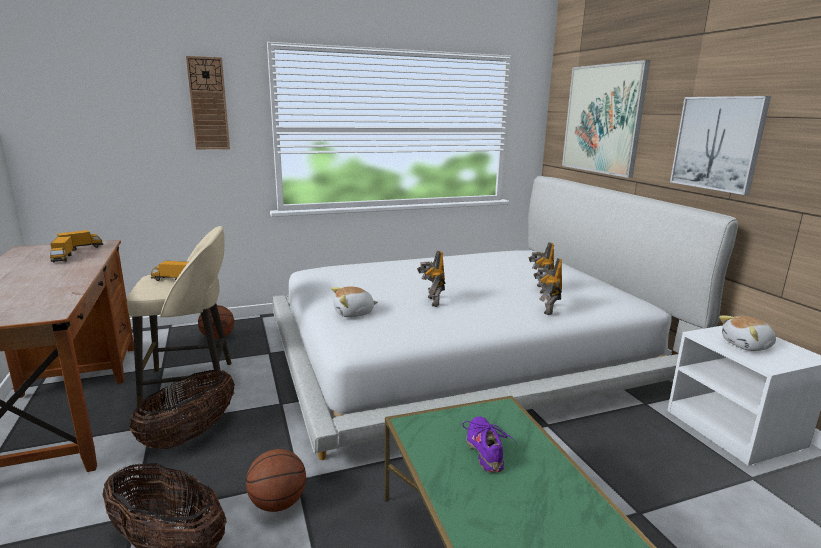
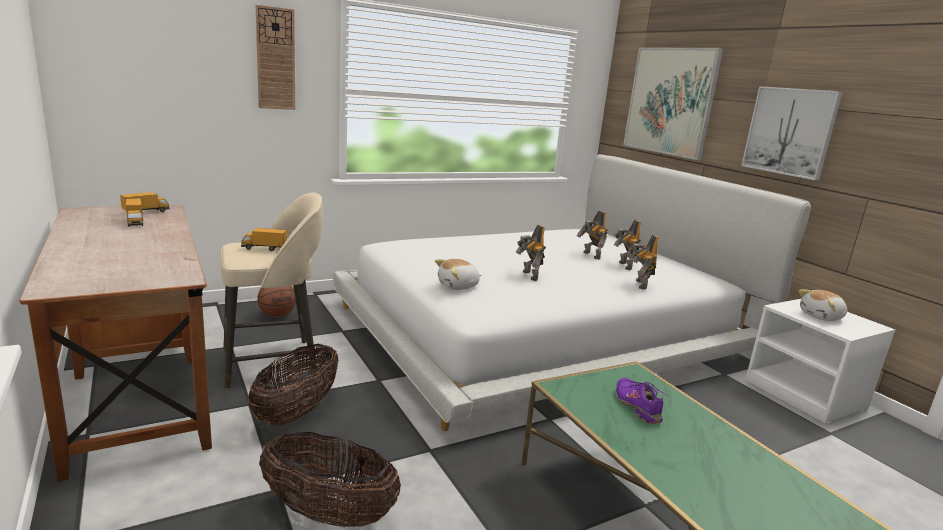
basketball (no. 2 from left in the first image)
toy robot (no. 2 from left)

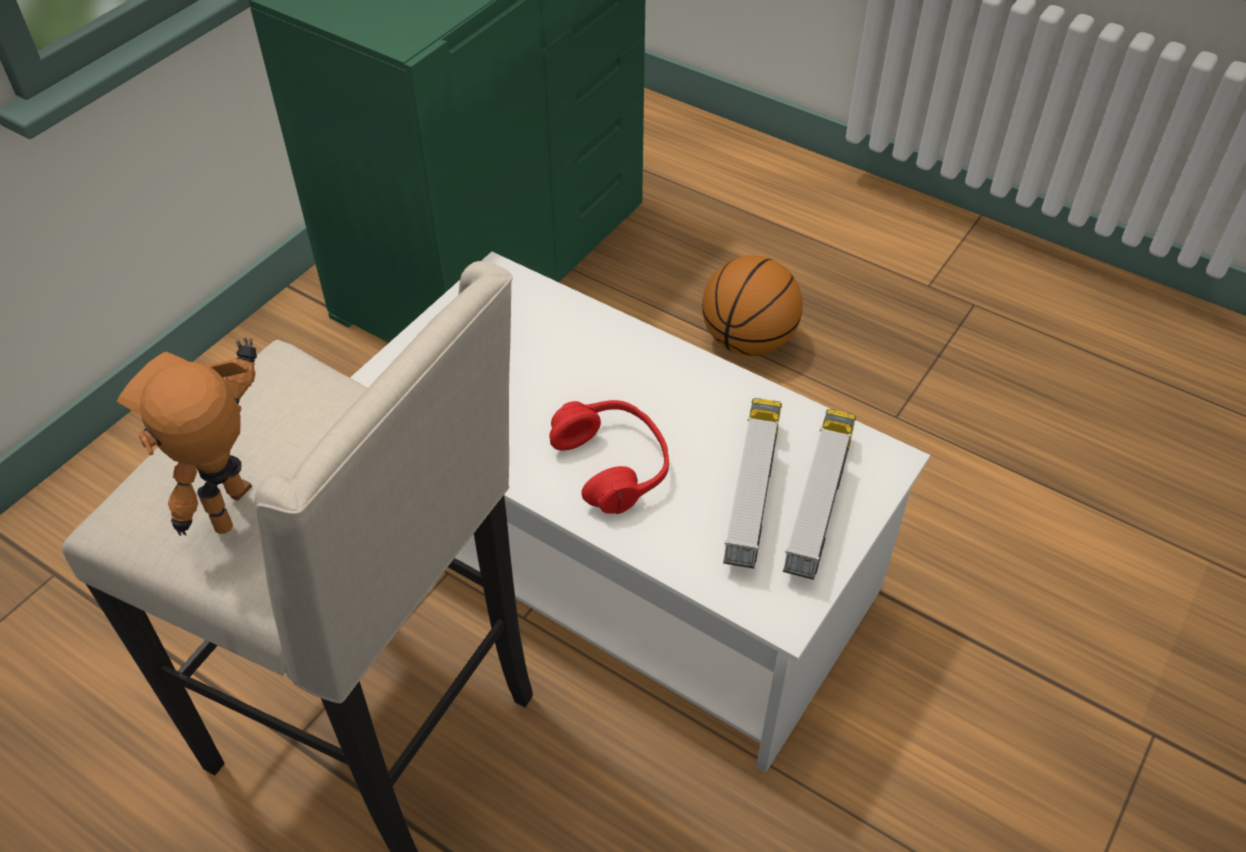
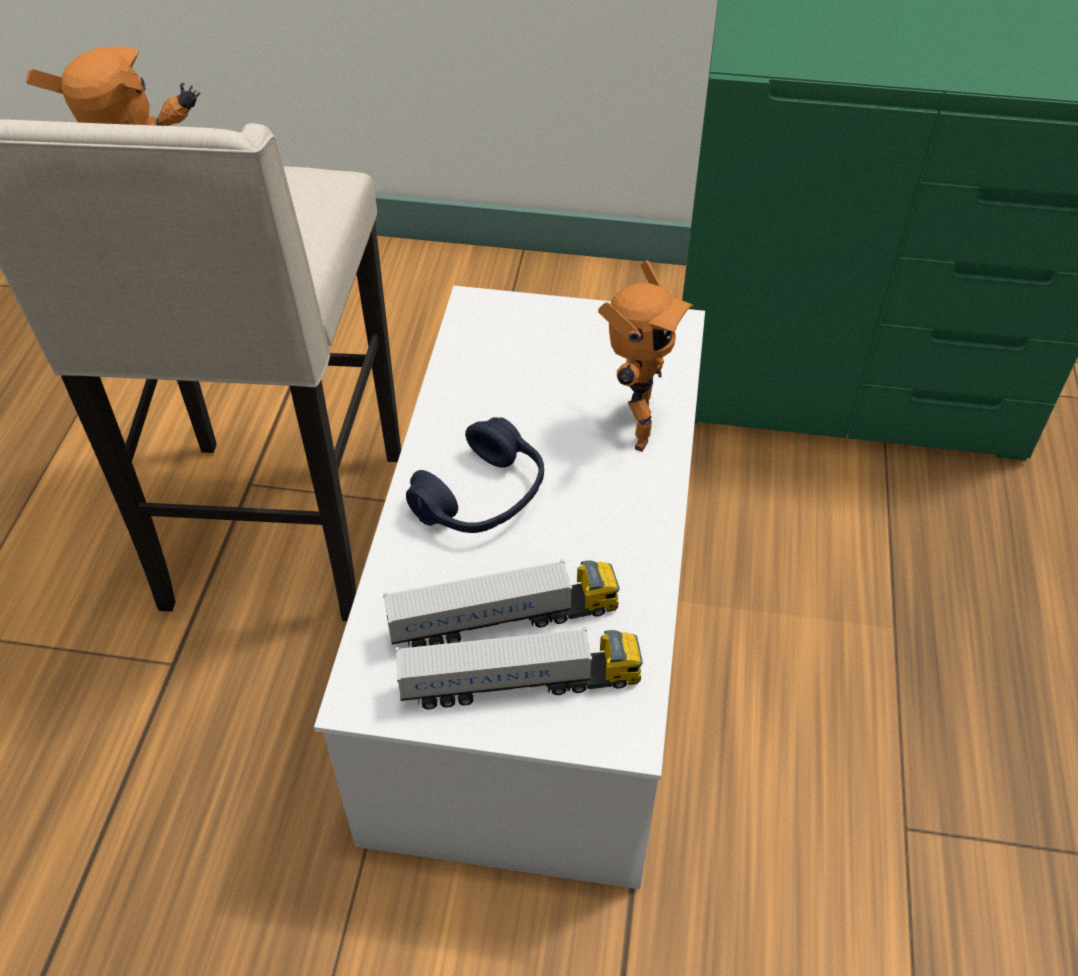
blue headphones
basketball
toy robot (no. 2 from left)

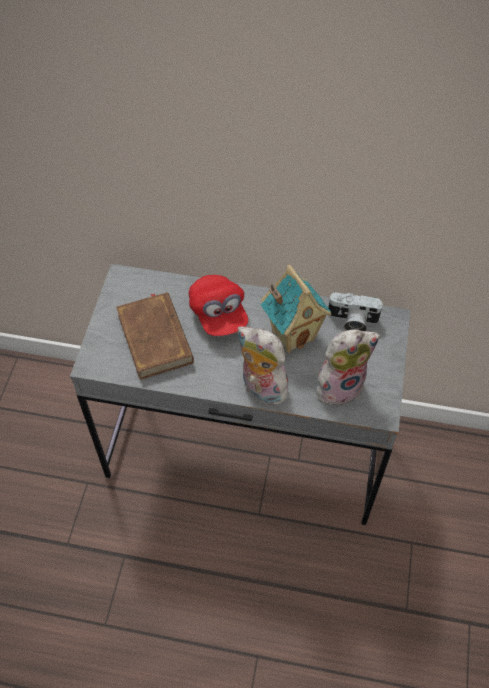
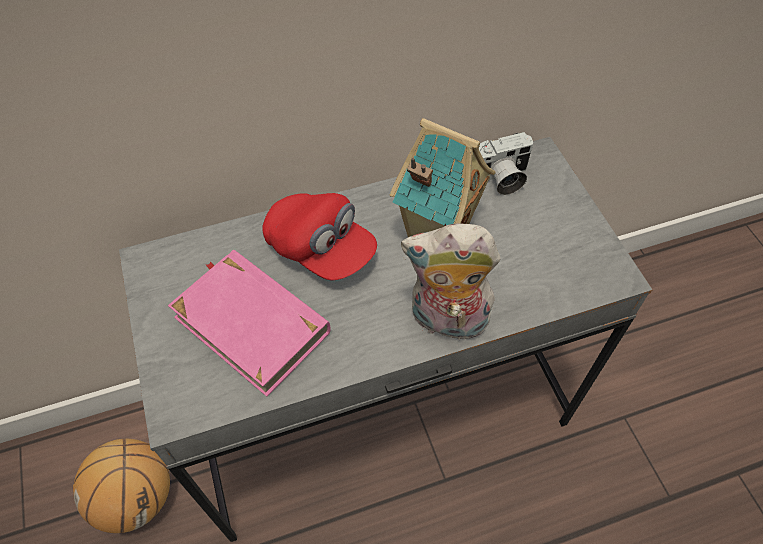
pink book
plush toy (no. 2 from left in the first image)
basketball

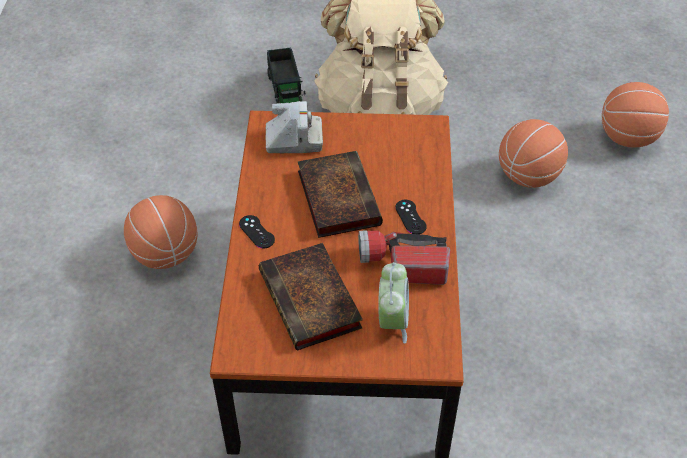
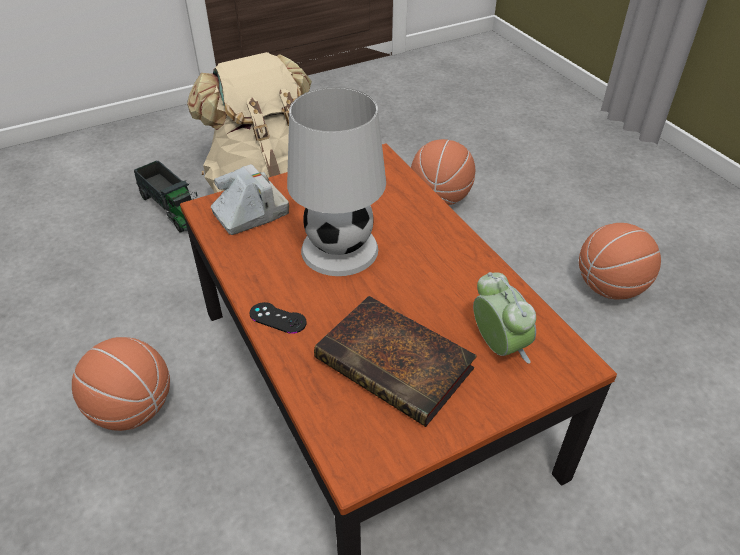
white table lamp
flashlight
black game controller (no. 2 from left in the first image)
basketball (no. 3 from left)

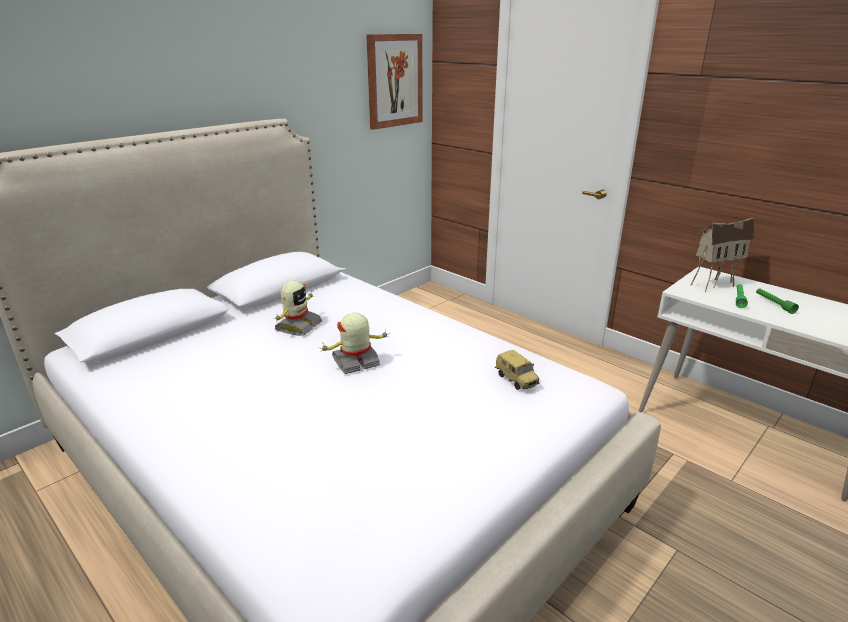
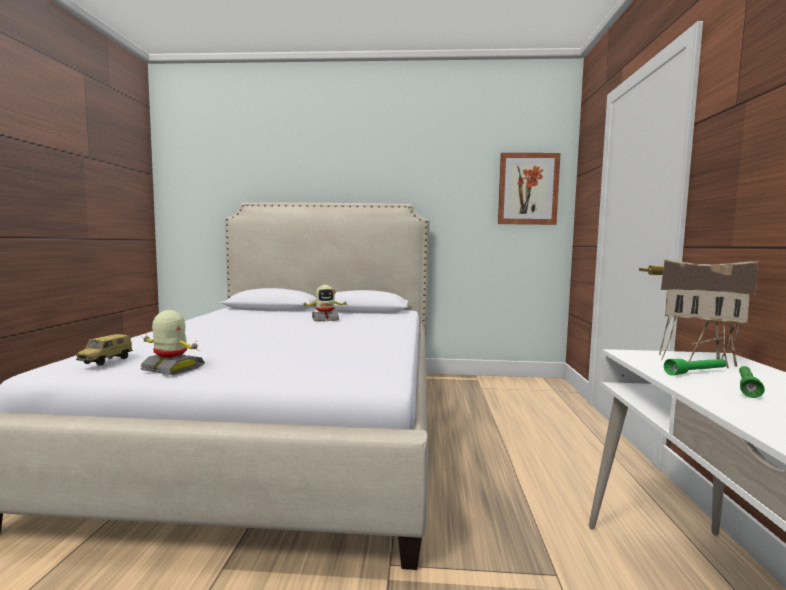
toy robot (no. 1 from left)
toy car

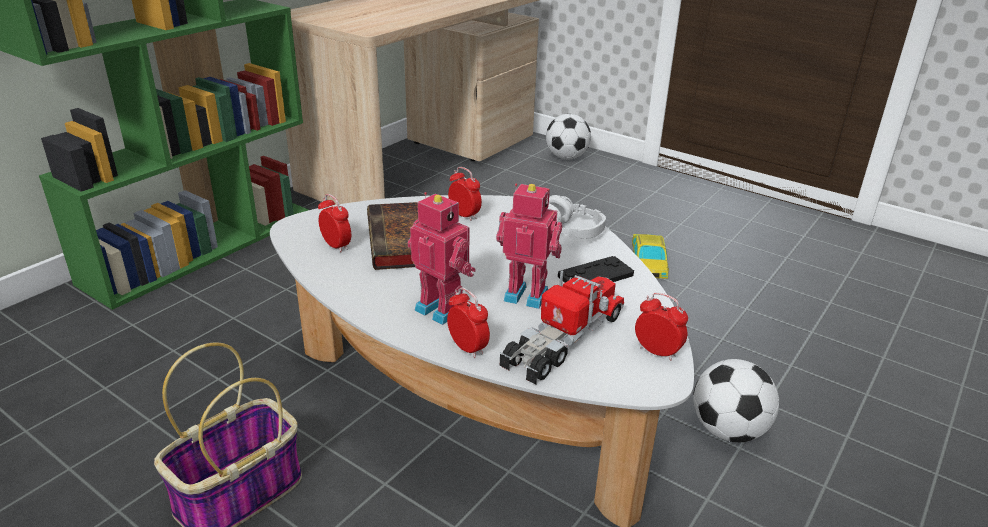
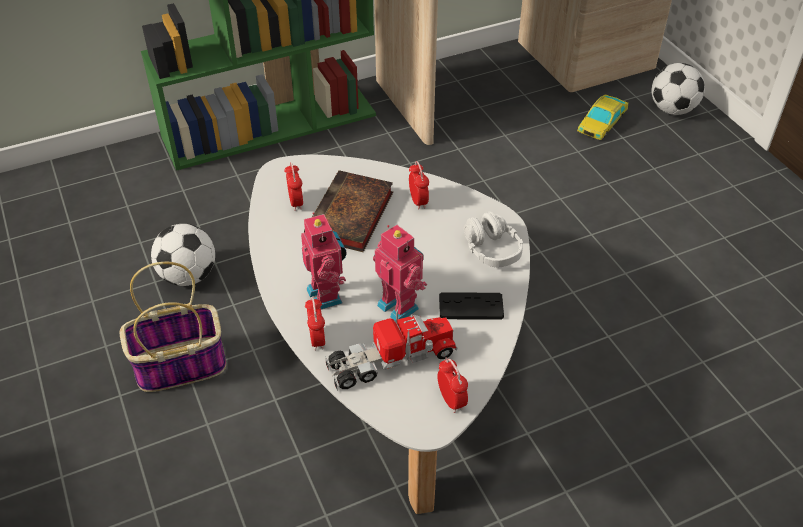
toy car
football (no. 1 from left)

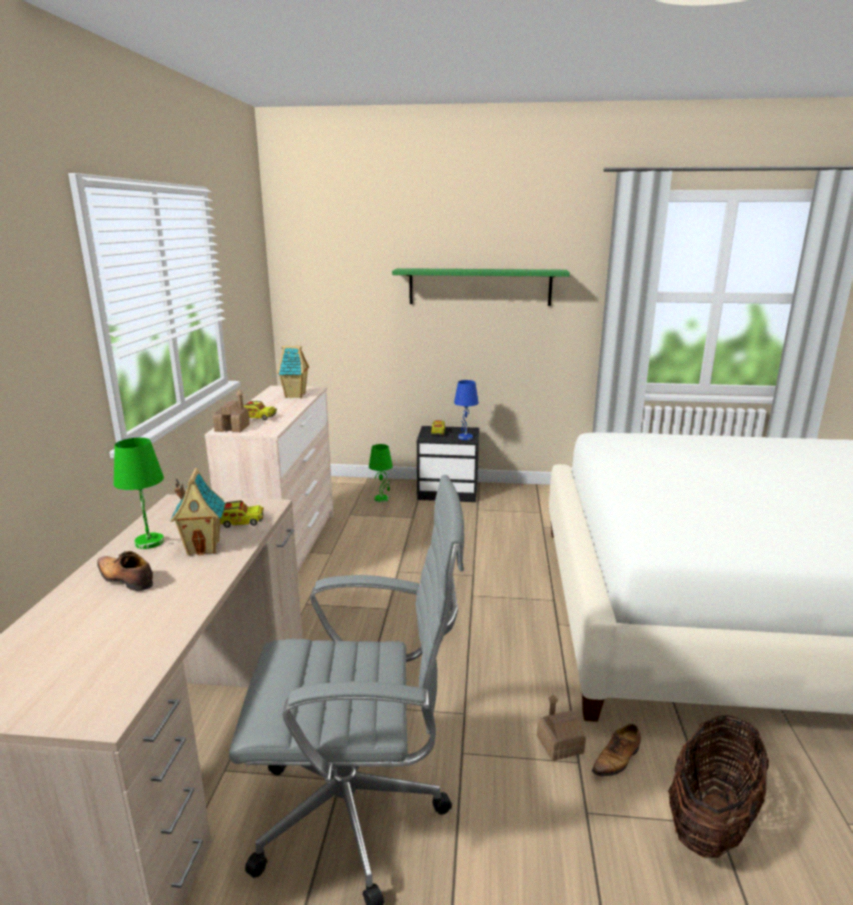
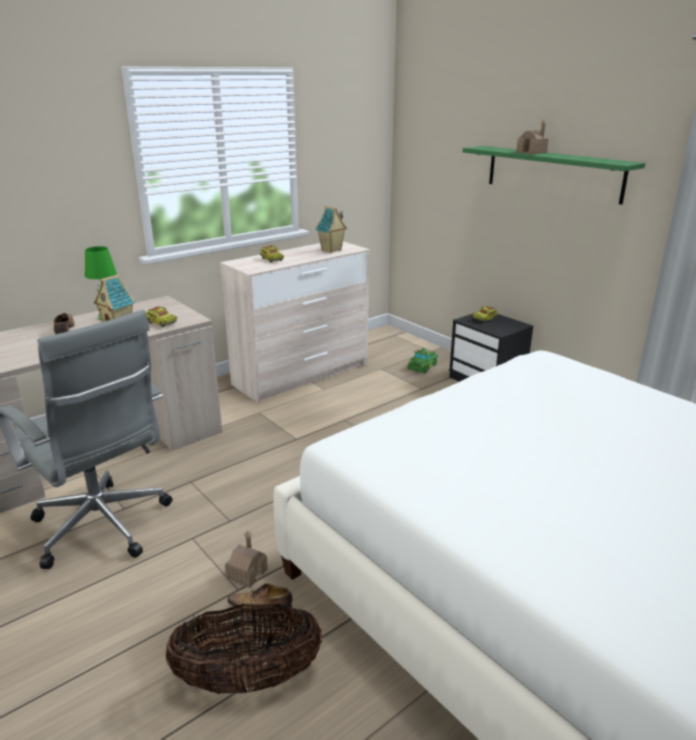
toy house (no. 4 from left)
green toy car
blue table lamp

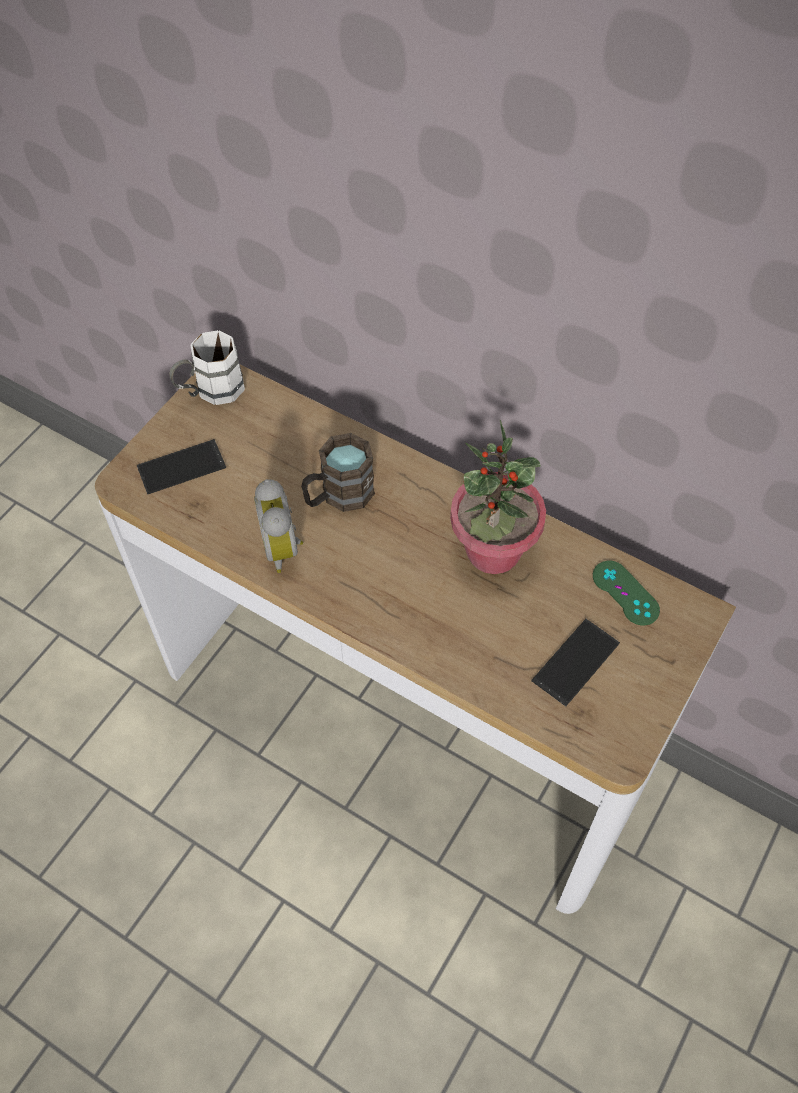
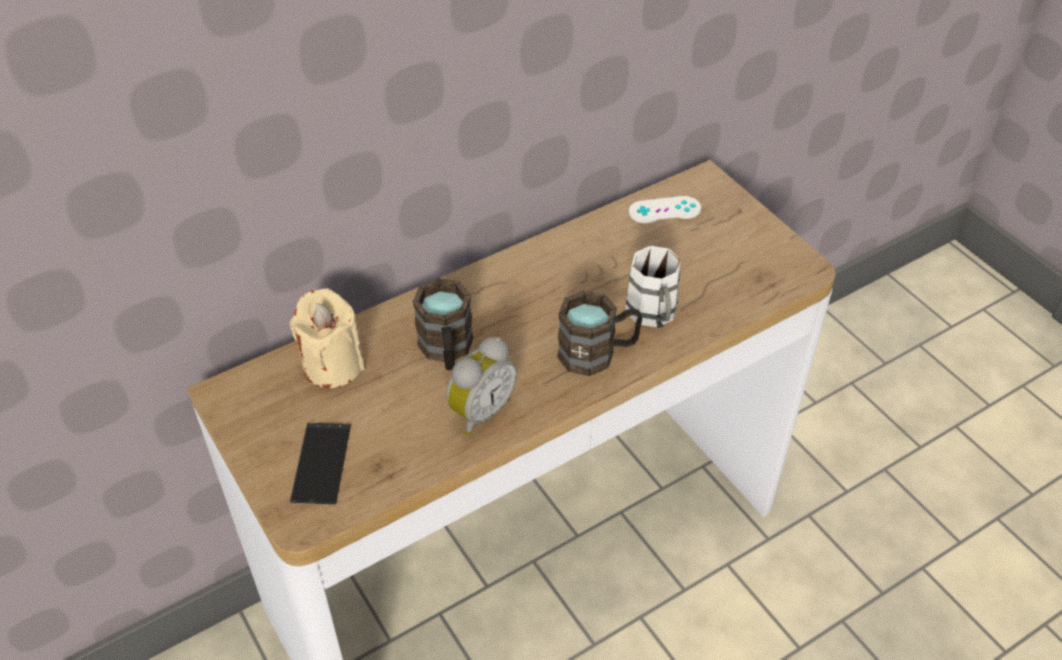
white mug
alarm clock
potted plant
phone (no. 2 from left in the first image)
white game controller
beige candle
brown mug (no. 2 from left)

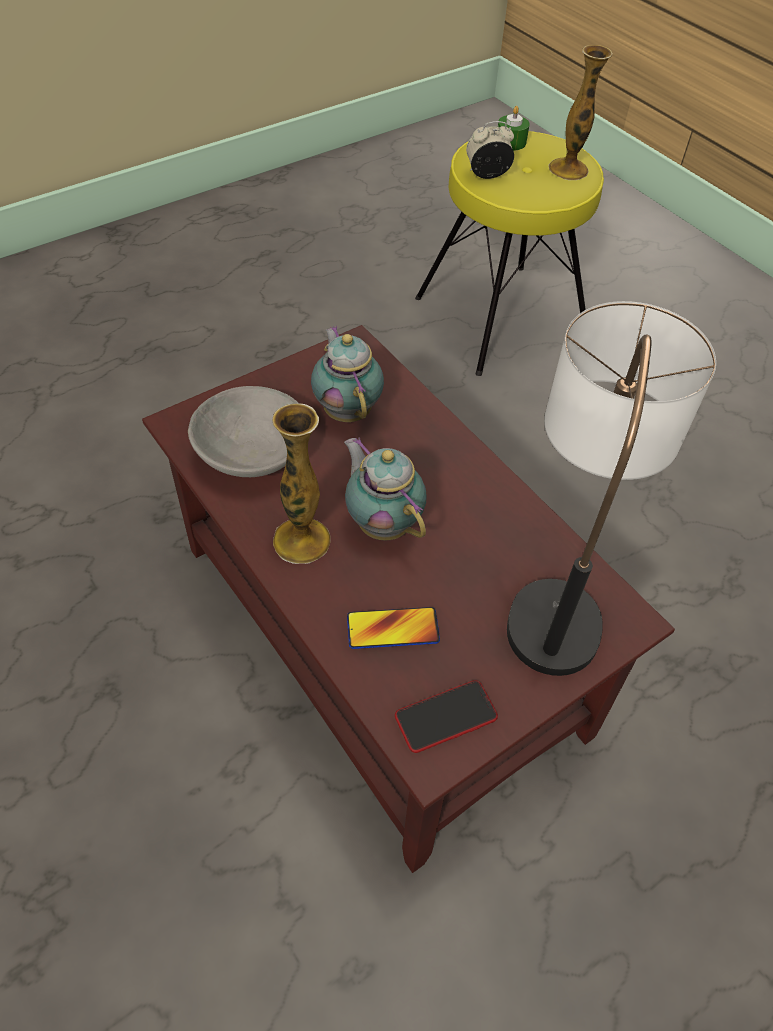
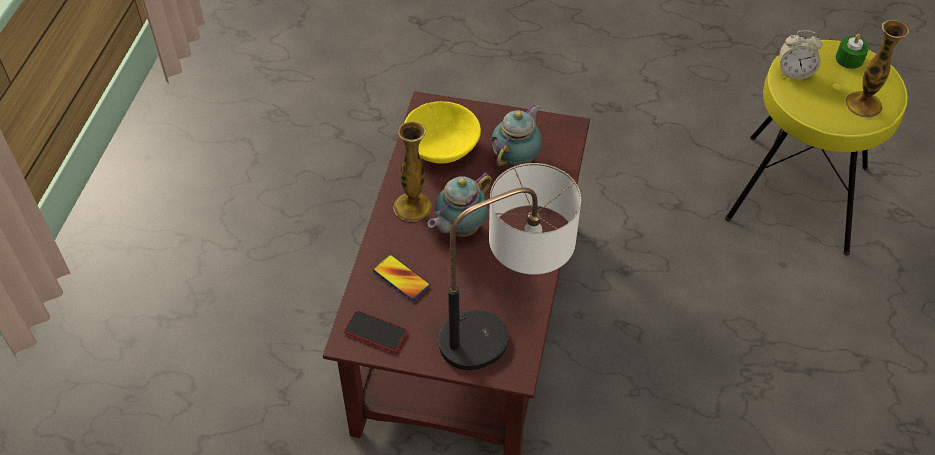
yellow bowl
teapot (no. 1 from left)
alarm clock

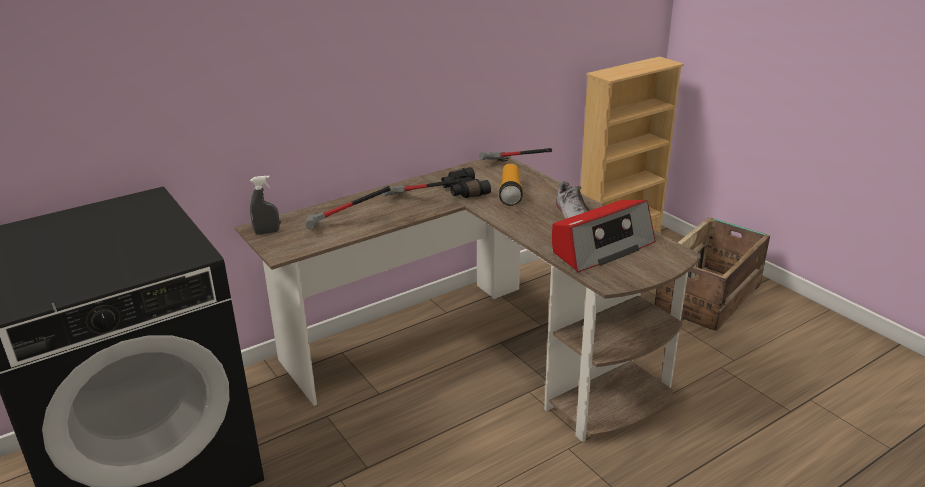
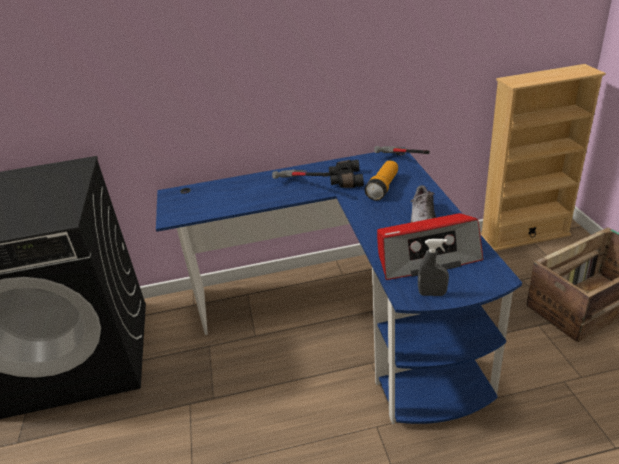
blue desk
grey spray bottle
hammer (no. 1 from left in the first image)

